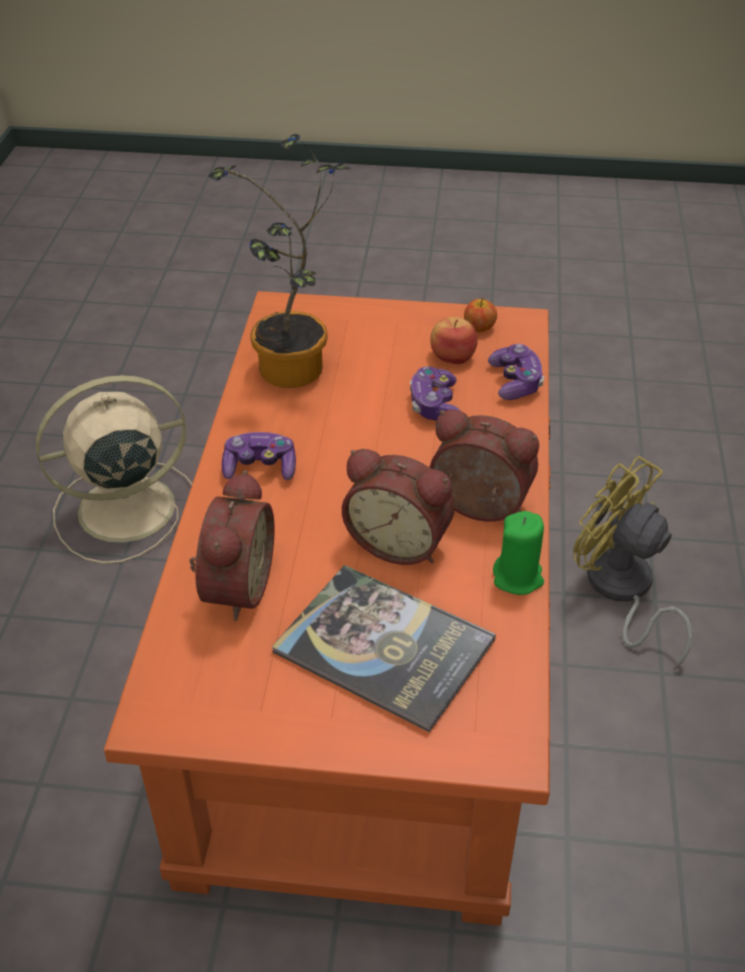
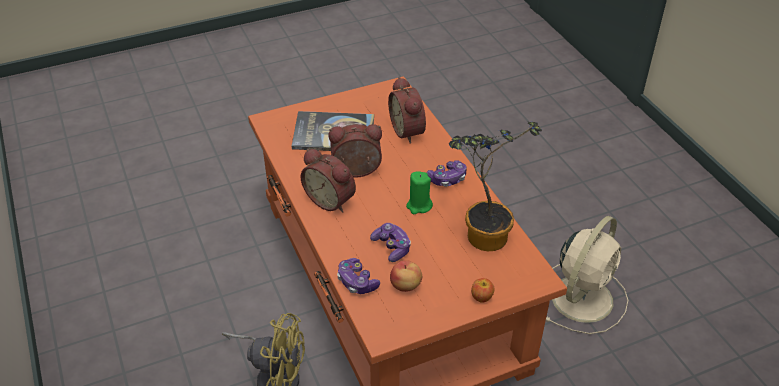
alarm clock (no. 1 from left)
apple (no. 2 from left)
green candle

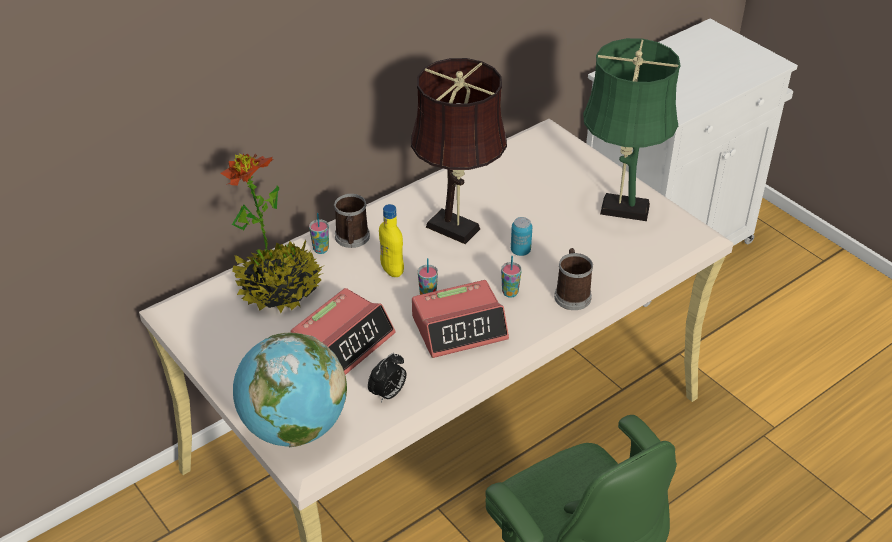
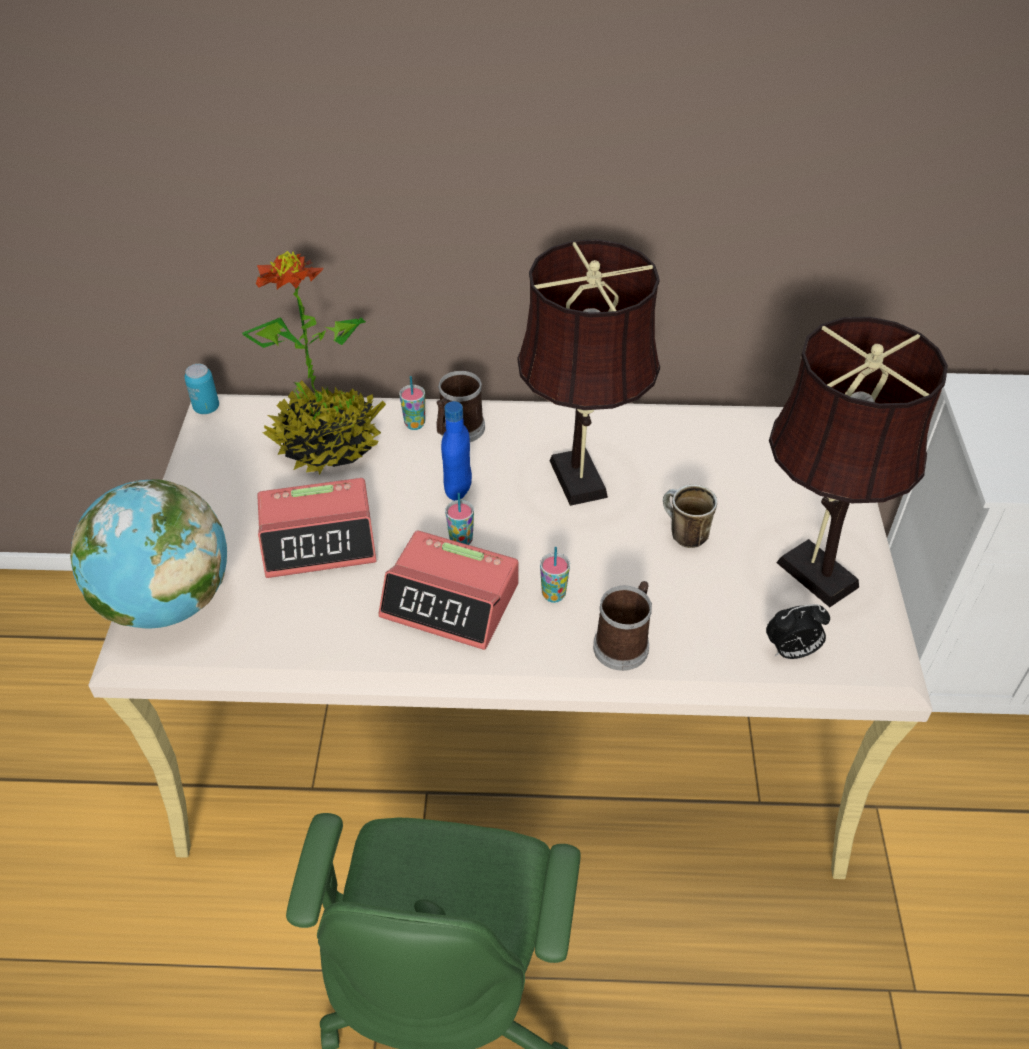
alarm clock (no. 3 from left)
blue bottle
can
brown table lamp (no. 2 from left)
mug (no. 3 from left)

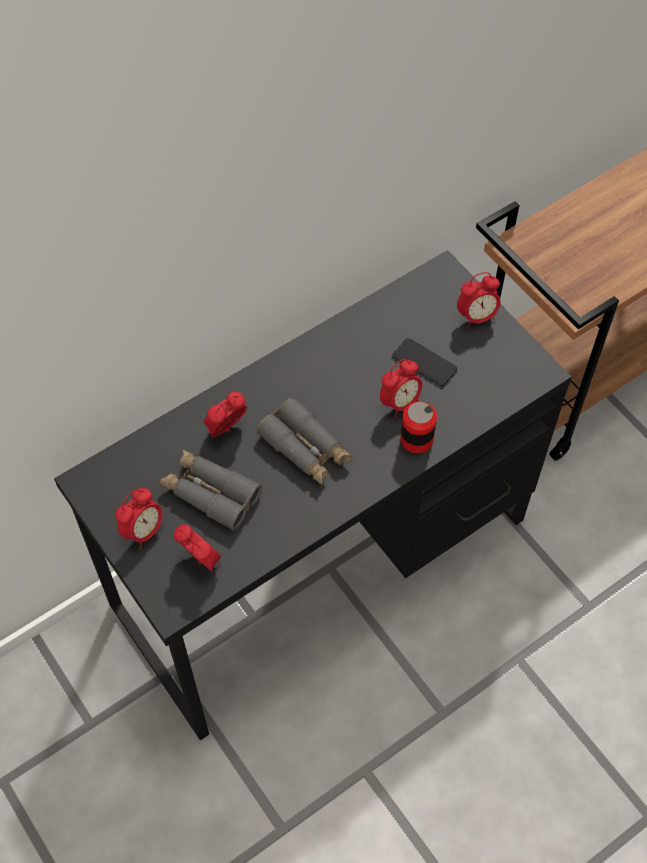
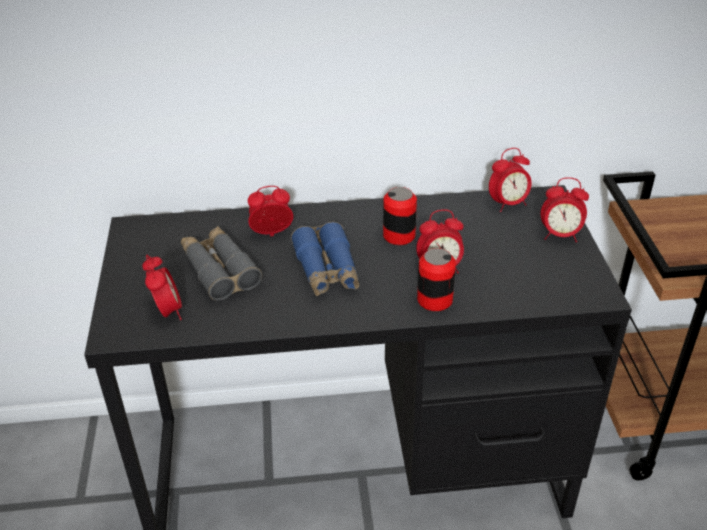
alarm clock (no. 4 from left)
blue binoculars
phone
can (no. 1 from left)

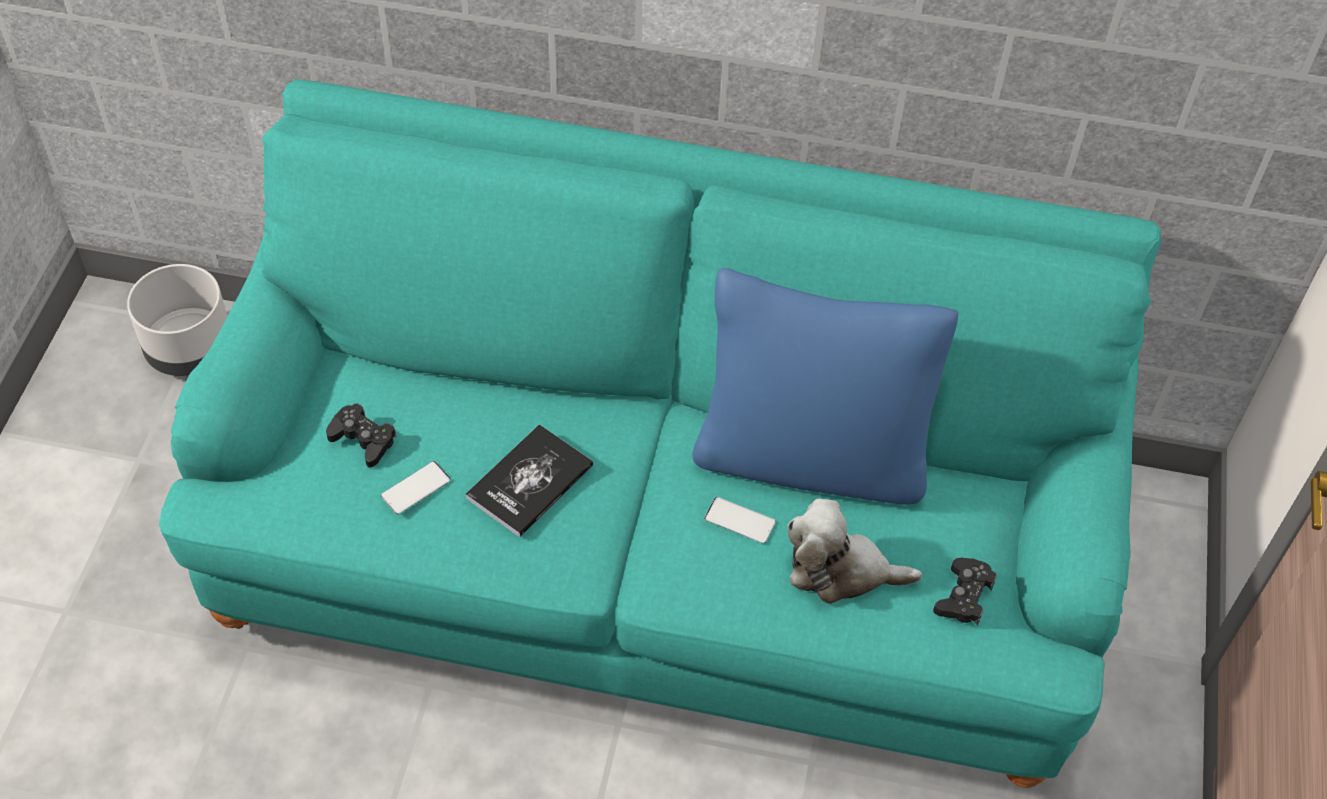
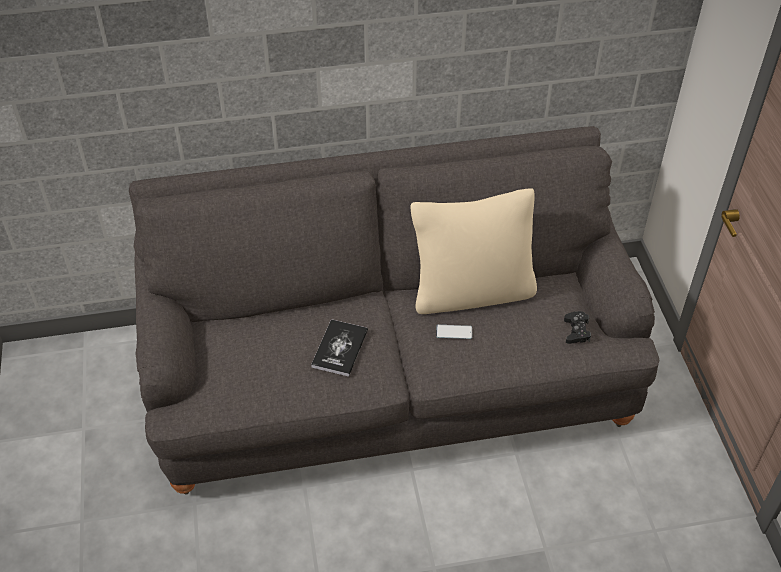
grey planter
grey sofa
black game controller (no. 1 from left in the first image)
phone (no. 1 from left in the first image)
beige pillow
plush toy

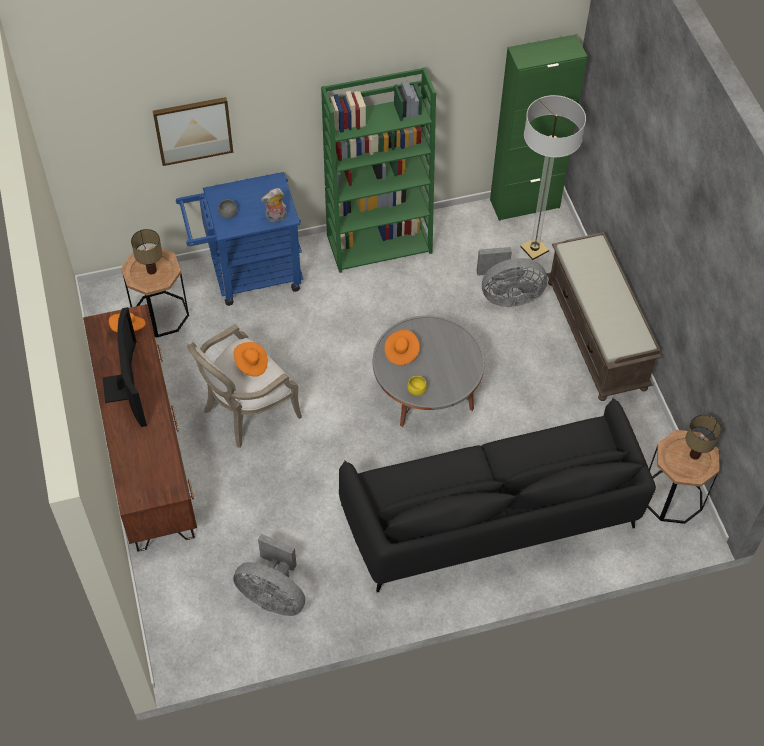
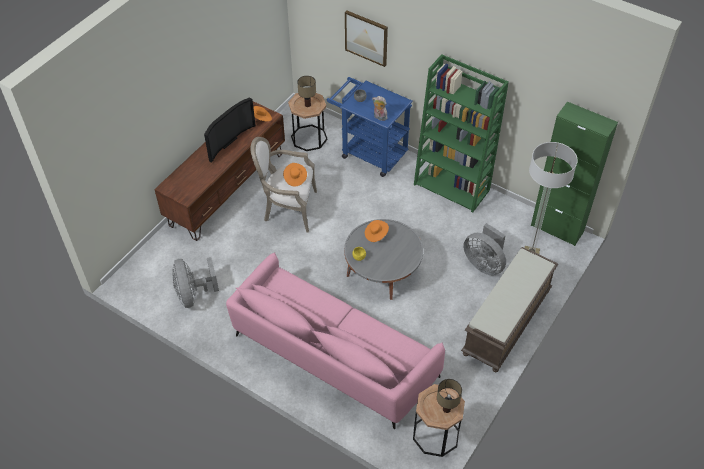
pink sofa

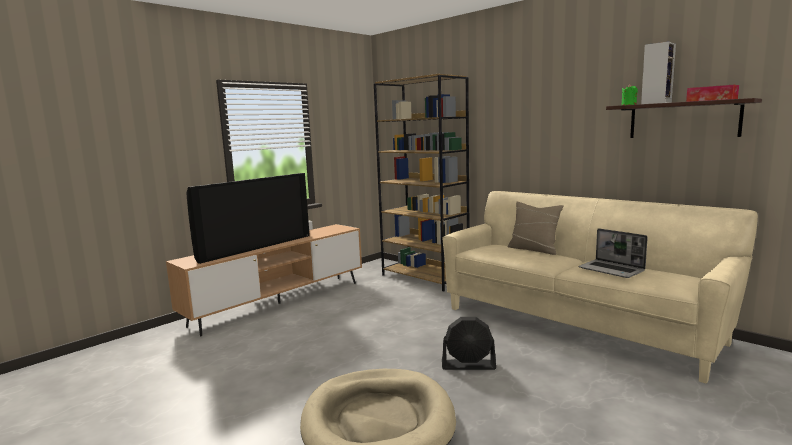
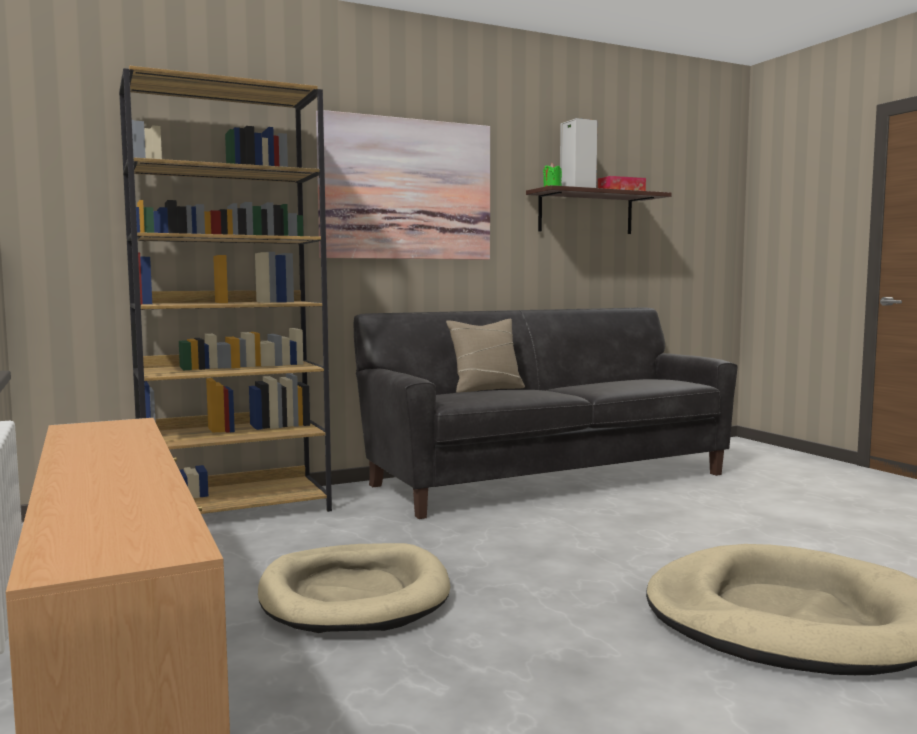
television
black fan
black sofa
laptop
beige dog bed (no. 1 from left)
picture

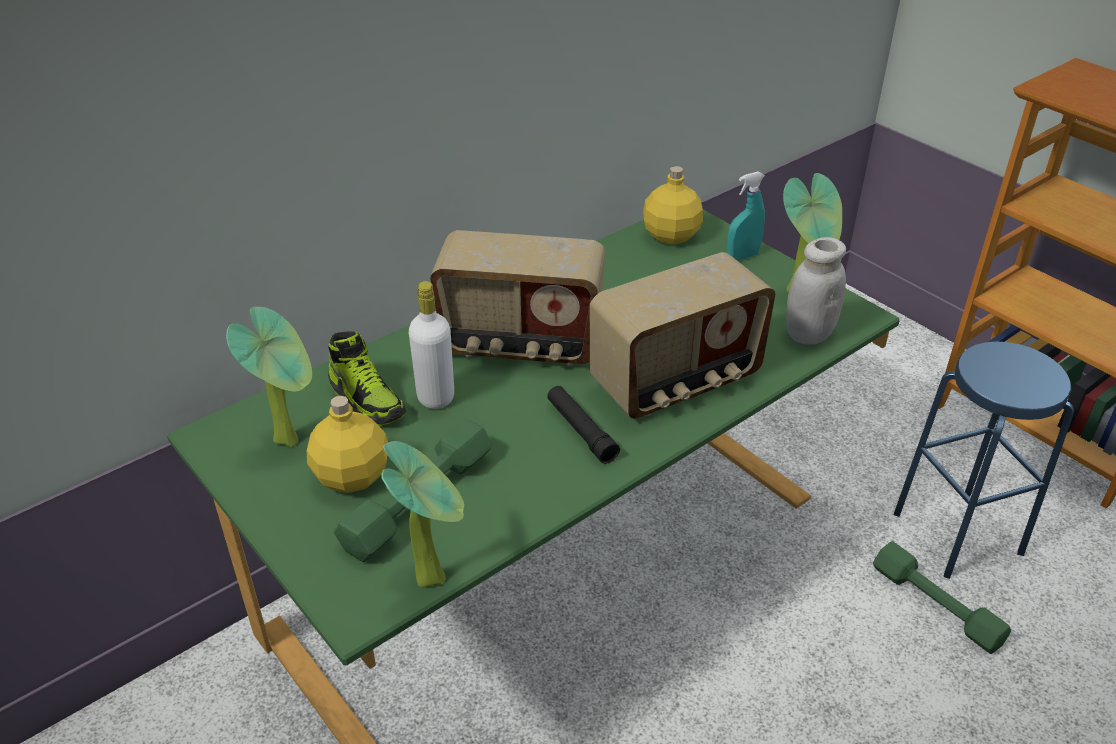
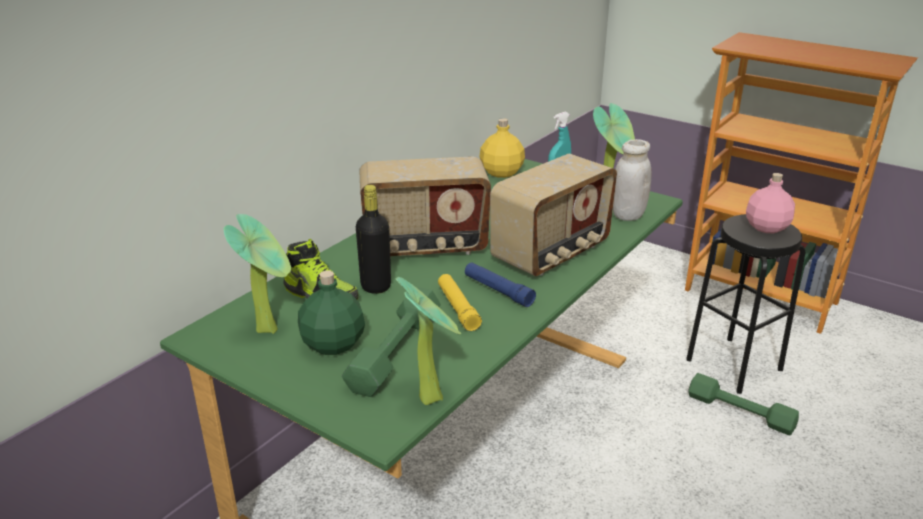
green bottle
black bottle
blue flashlight
black stool
yellow flashlight
pink bottle

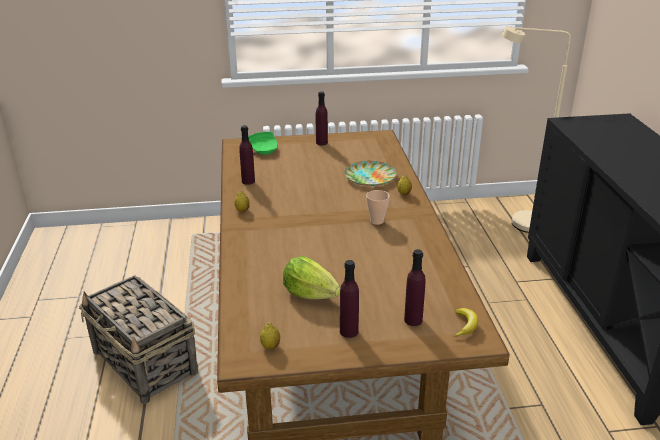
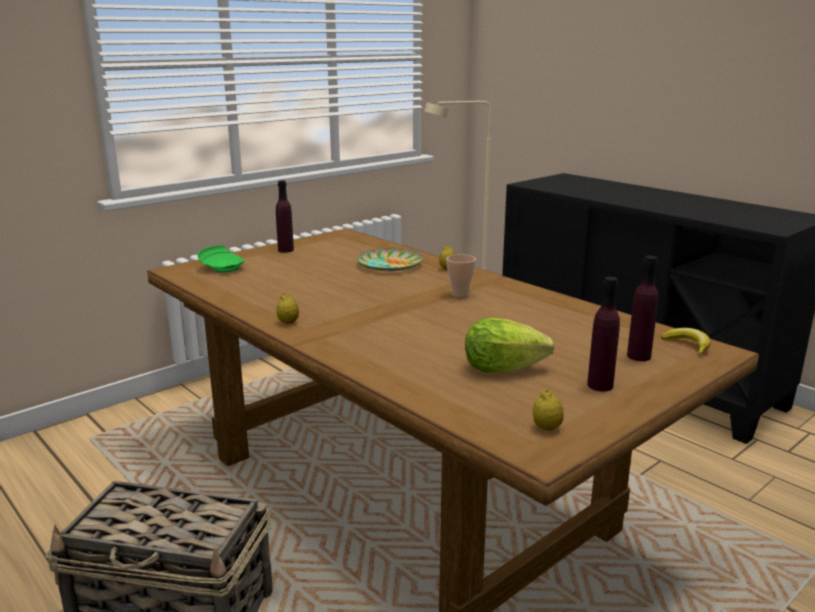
purple bottle (no. 1 from left in the first image)

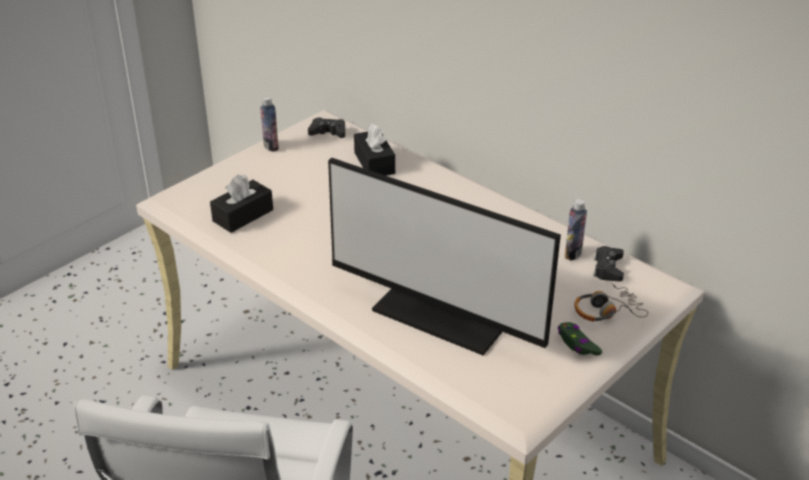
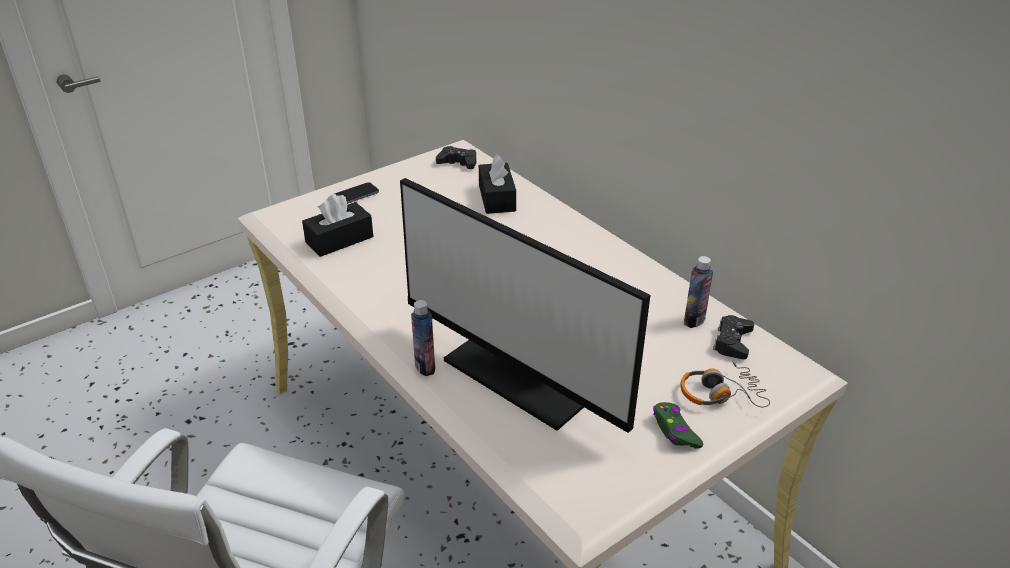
bottle (no. 1 from left)
phone

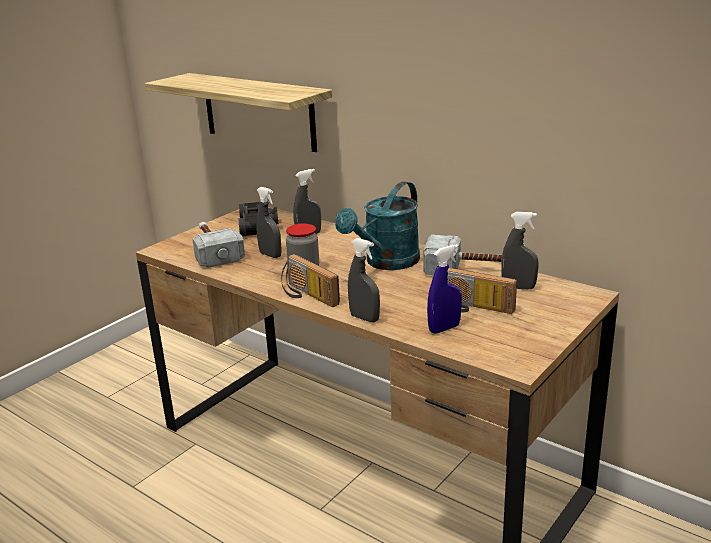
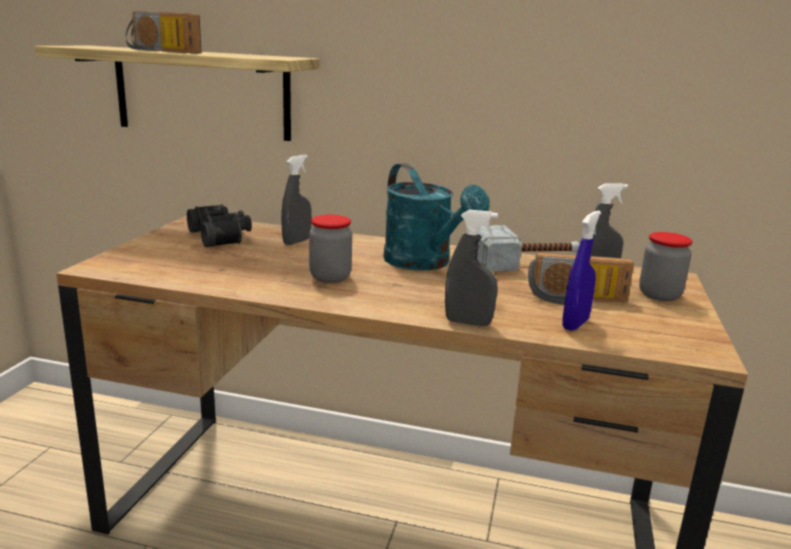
hammer (no. 1 from left in the first image)
grey spray bottle (no. 1 from left in the first image)
radio (no. 1 from left)
turquoise watering can
jar (no. 2 from left)

